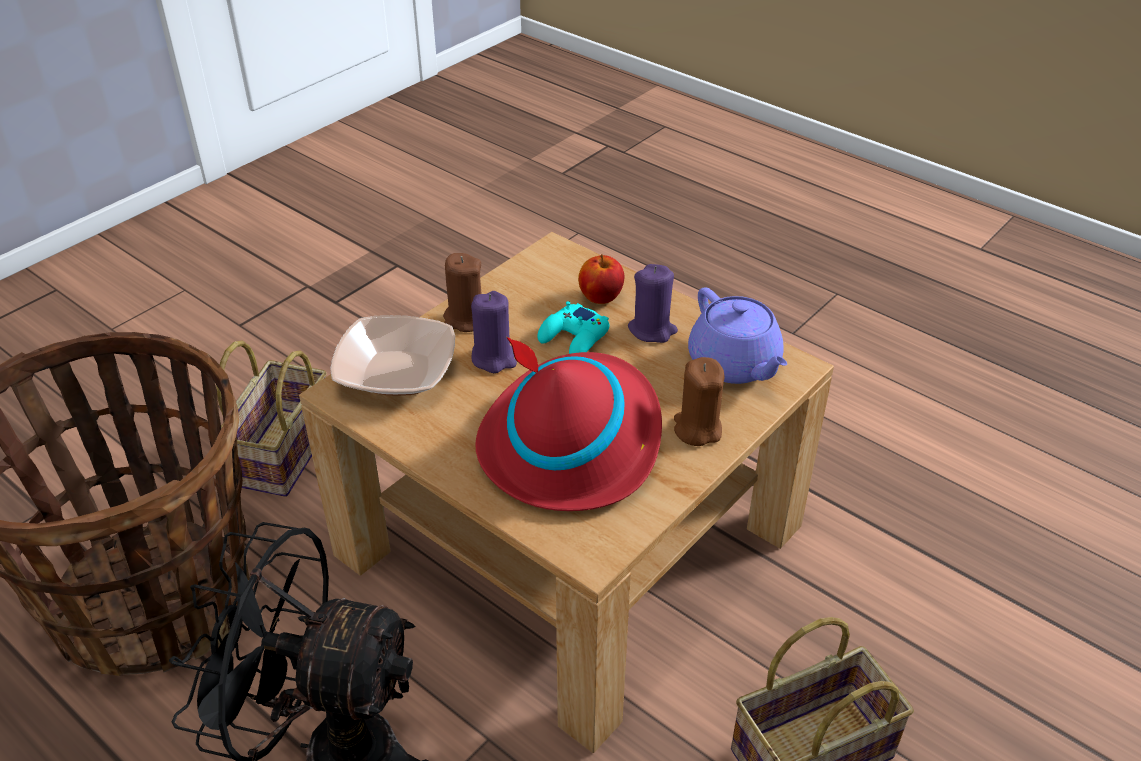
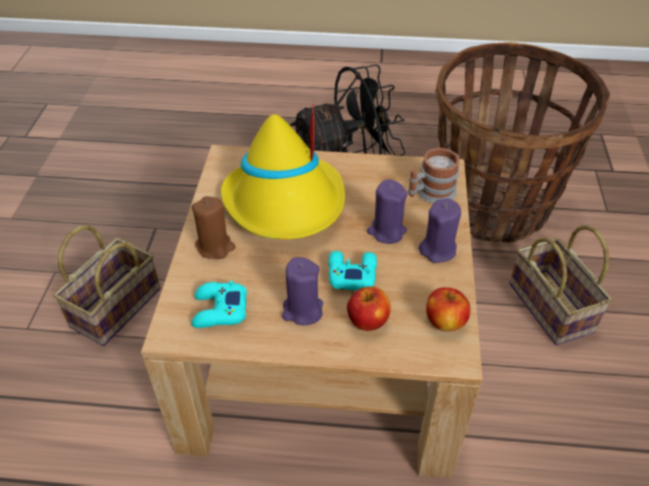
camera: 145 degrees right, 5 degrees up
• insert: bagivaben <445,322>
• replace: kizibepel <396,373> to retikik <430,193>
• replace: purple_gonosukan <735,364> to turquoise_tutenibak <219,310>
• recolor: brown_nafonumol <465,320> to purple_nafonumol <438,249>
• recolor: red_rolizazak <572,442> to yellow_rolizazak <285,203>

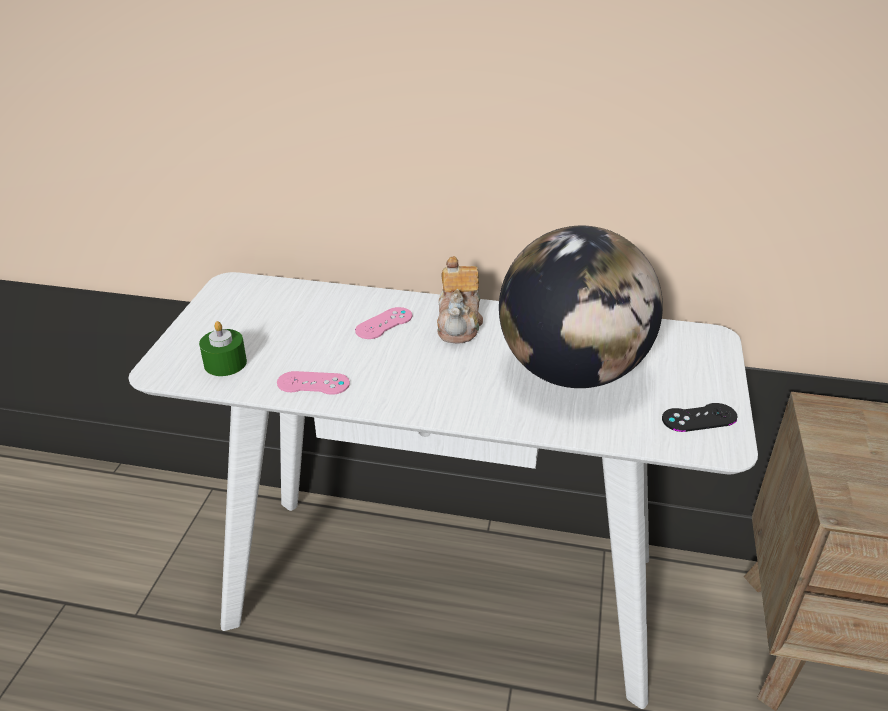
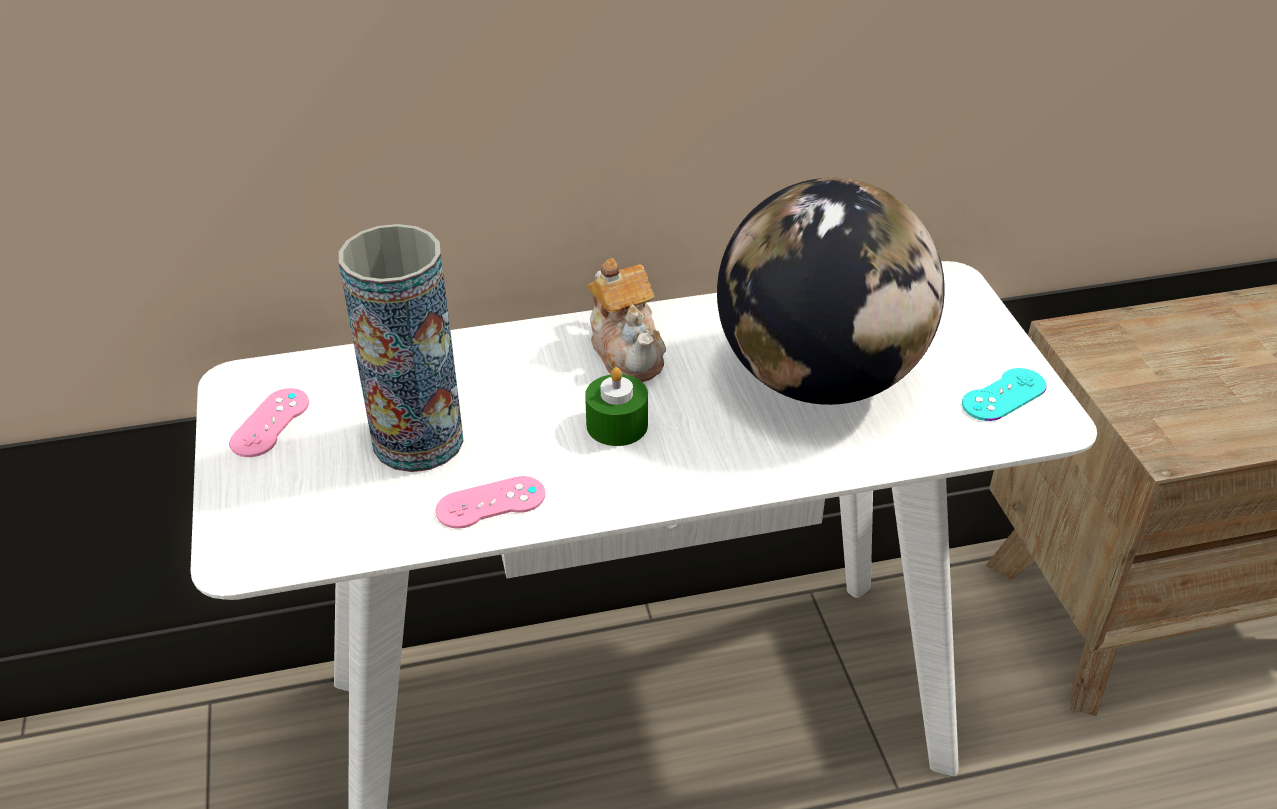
camera: 25 degrees left, 5 degrees up
• insert: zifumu <418,440>
• move: green_nafonumol <225,363> to <617,425>
• move: pink_tutenibak <384,323> to <270,423>
• recolor: black_tutenibak <699,418> to turquoise_tutenibak <1004,395>

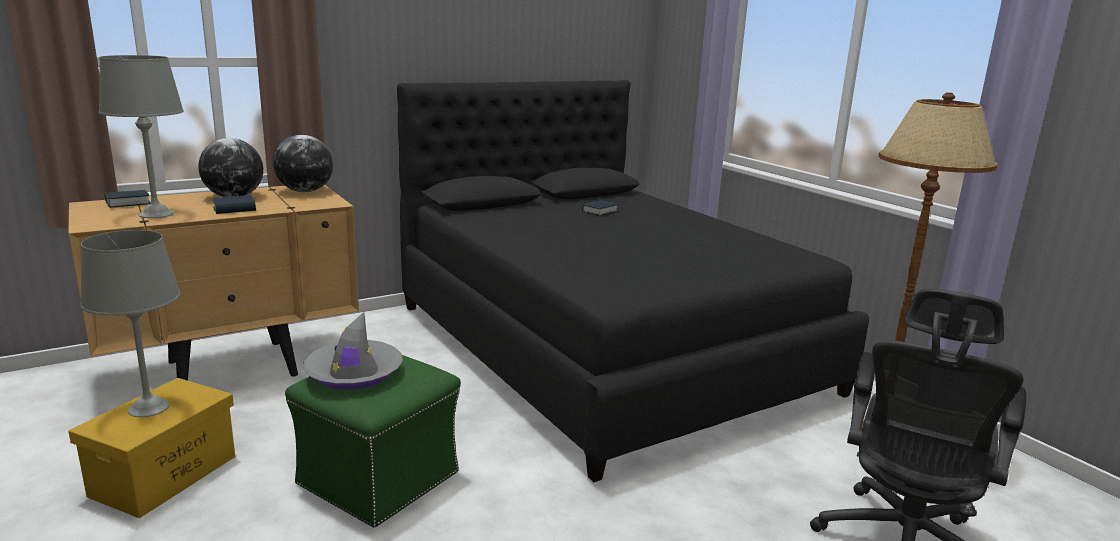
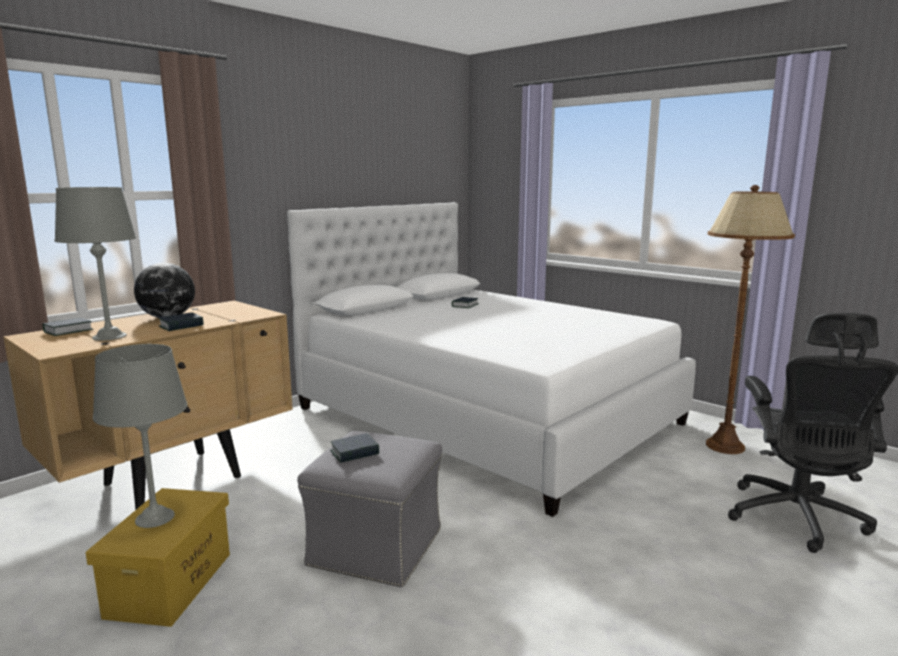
camera: 15 degrees left, 5 degrees down
• delete: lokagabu <306,191>
• replace: grey_rolizazak <354,373> to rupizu <354,453>
• recolor: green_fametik <380,477> to grey_fametik <376,546>
• recolor: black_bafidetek <605,347> to white_bafidetek <487,415>

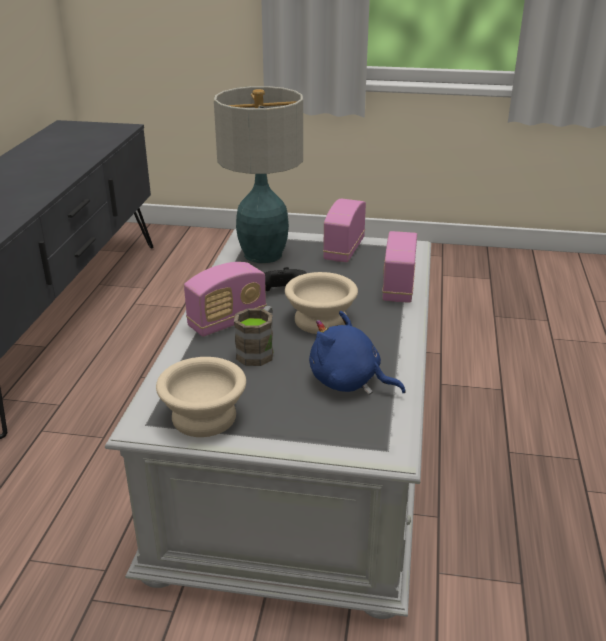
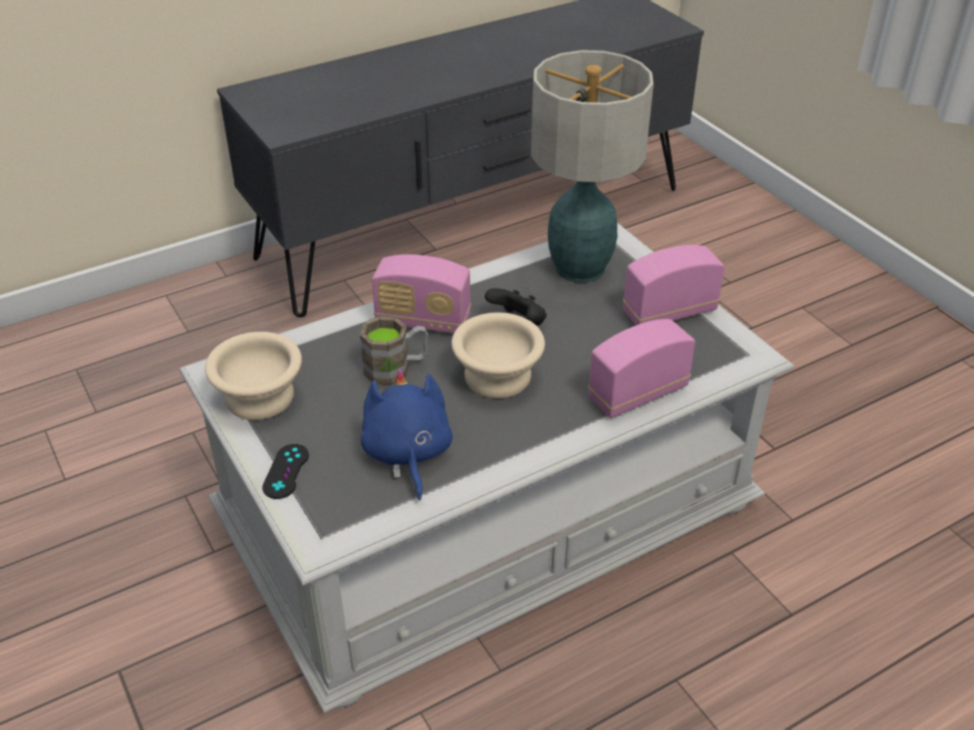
camera: 50 degrees right, 10 degrees up
• insert: black_tutenibak <286,471>

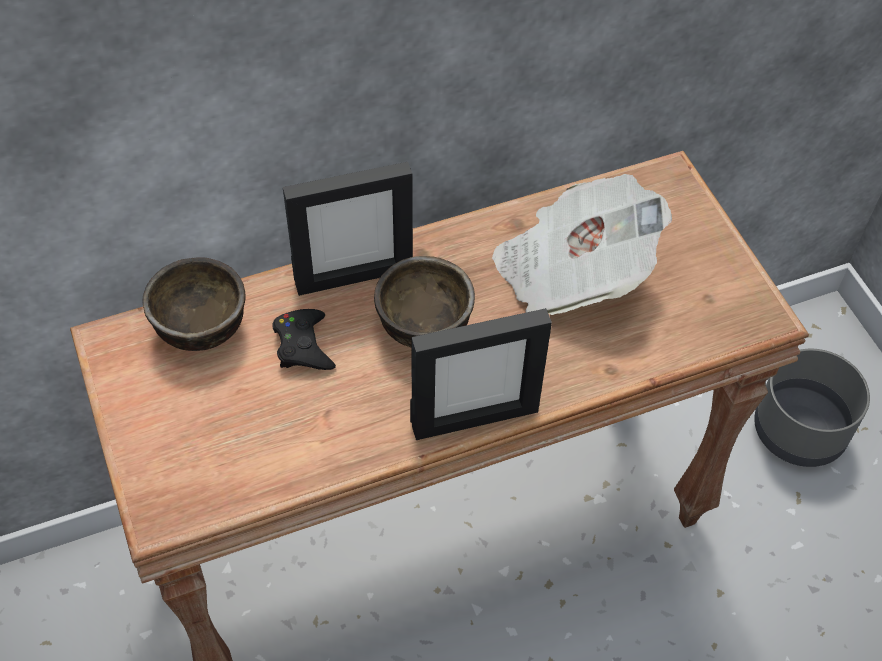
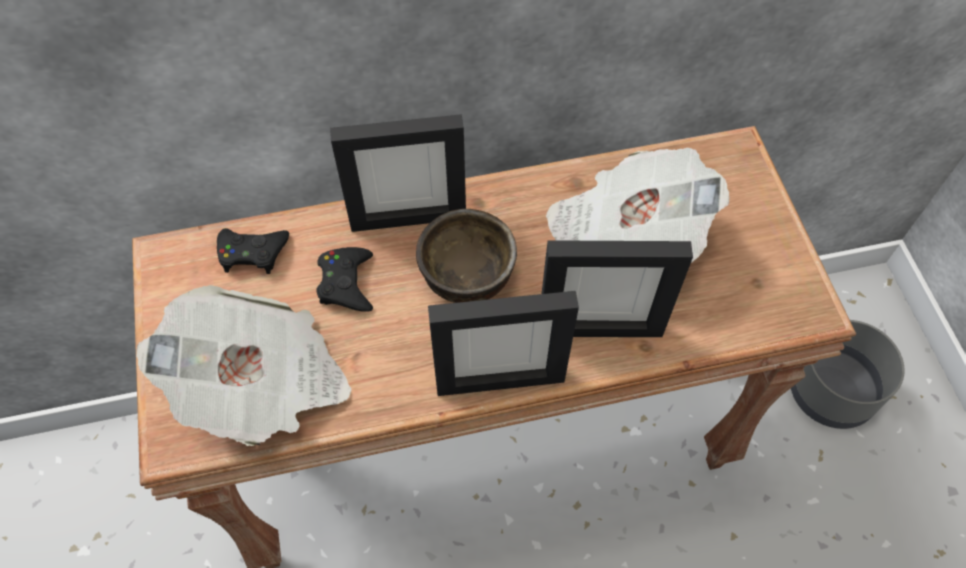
camera: 10 degrees right, 5 degrees up
• insert: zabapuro <262,383>
• insert: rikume <599,327>
• replace: brown_kizibepel <200,327> to black_tutenibak <252,253>

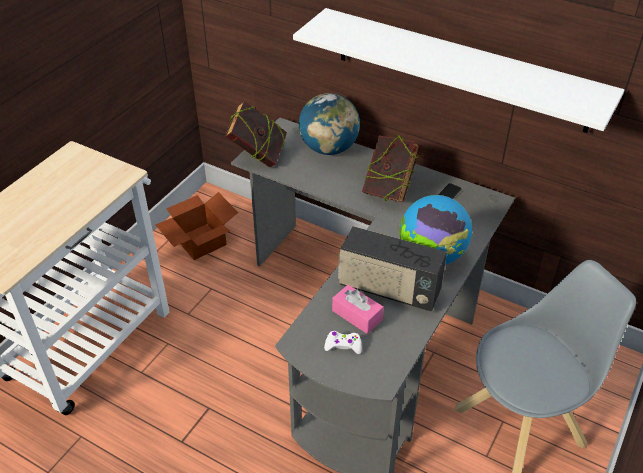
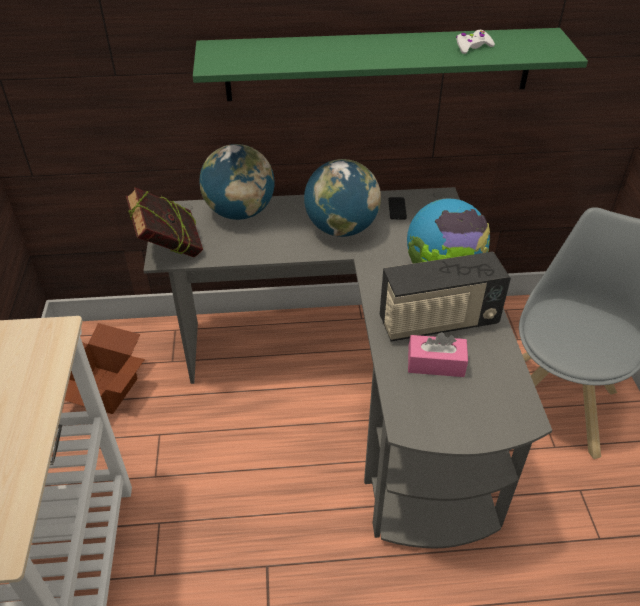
camera: 35 degrees left, 0 degrees up
• move: white_tutenibak <343,345> to <472,47>
• replace: rupizu <389,191> to lokagabu <341,228>
• recolor: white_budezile <460,69> to green_budezile <379,64>

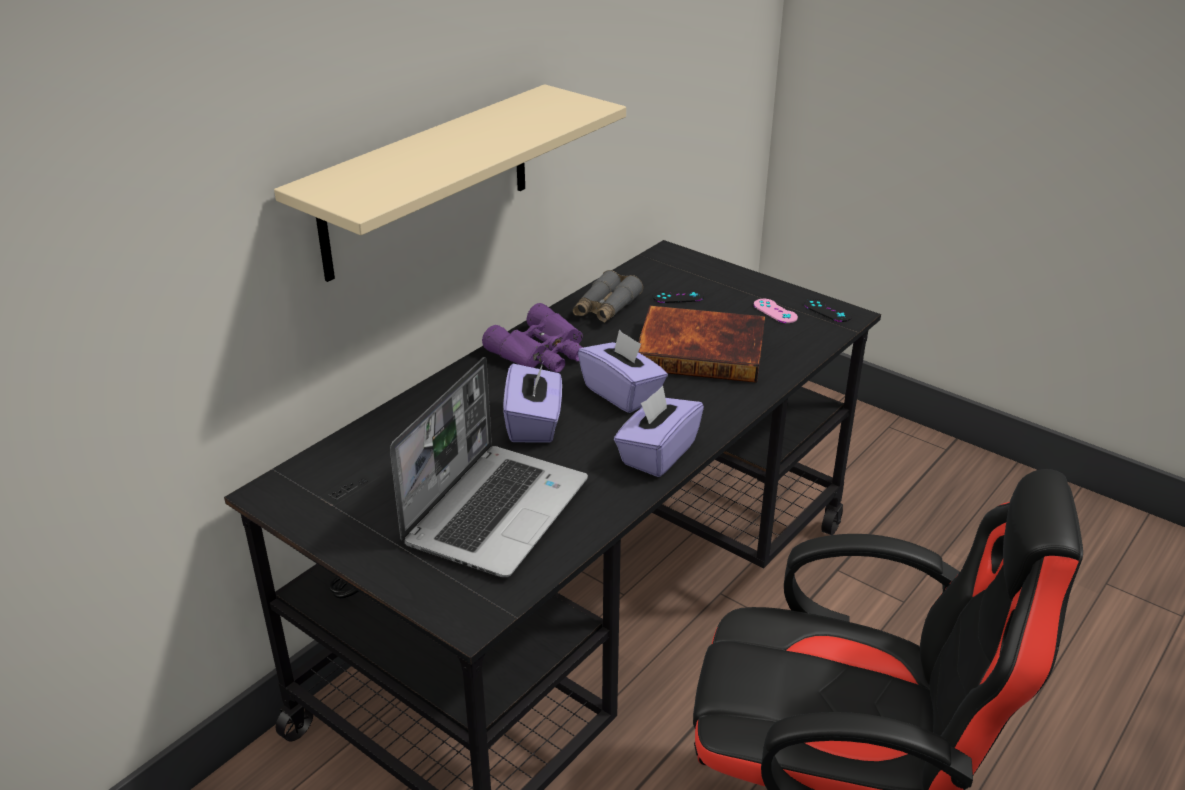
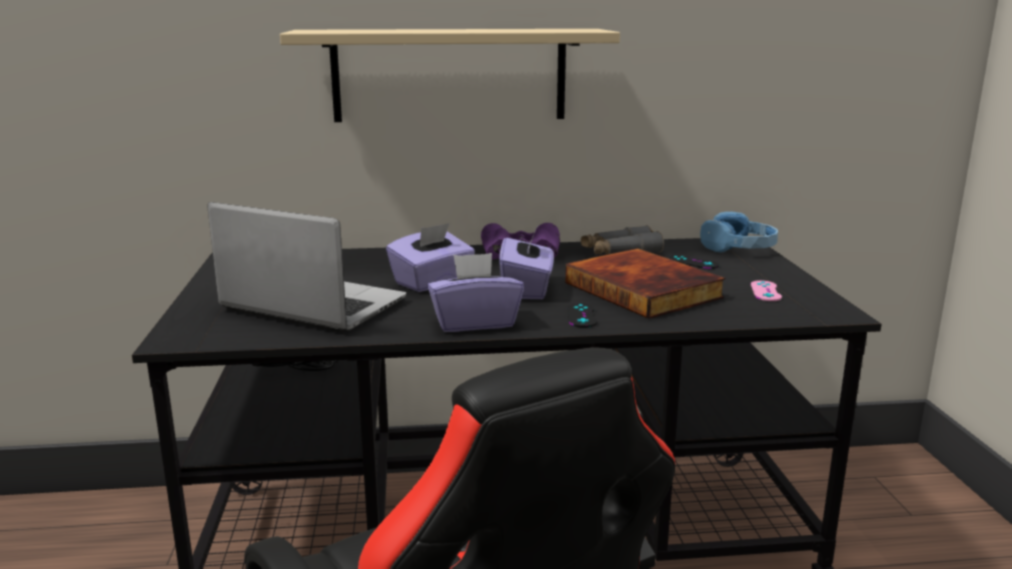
camera: 45 degrees right, 15 degrees down
• insert: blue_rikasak <739,248>
• move: black_tutenibak <827,310> to <581,316>
• rotate: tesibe <496,510> = <311,306> 135 degrees counterclockwise

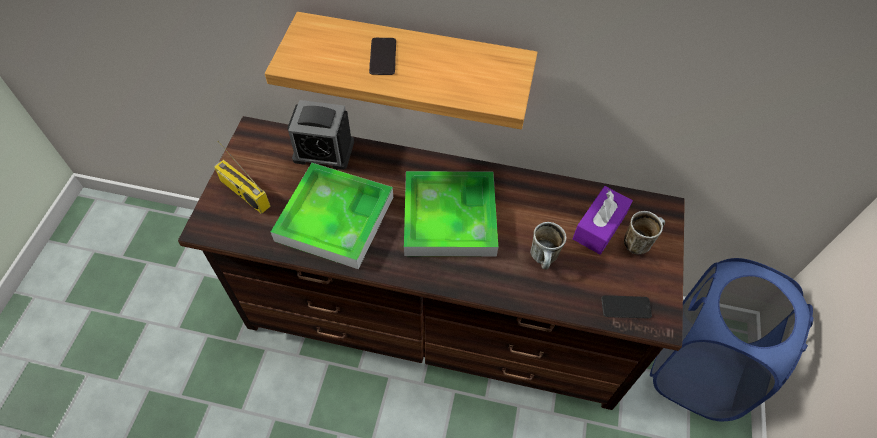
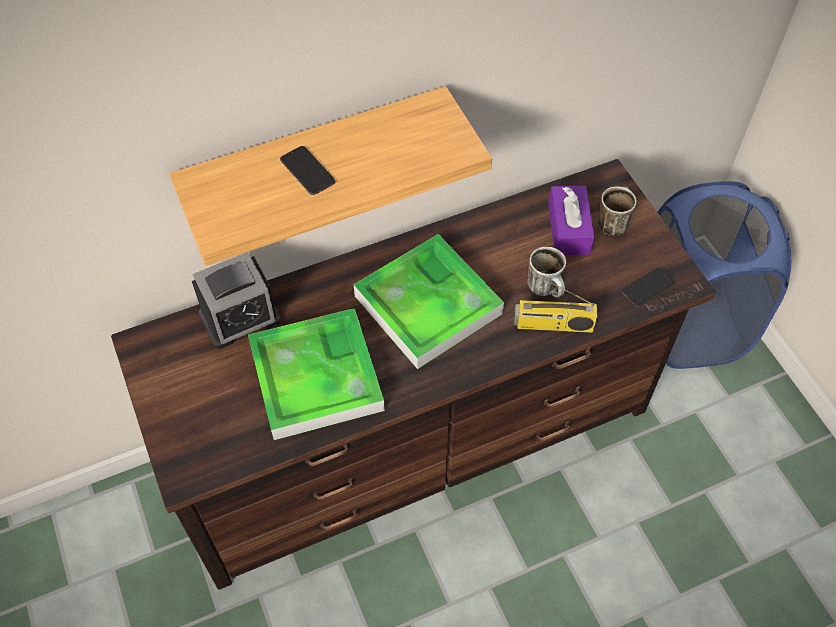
camera: 35 degrees left, 0 degrees up
• move: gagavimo <243,193> to <552,325>

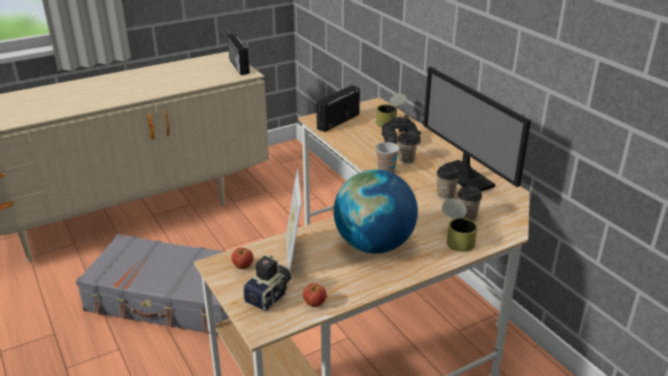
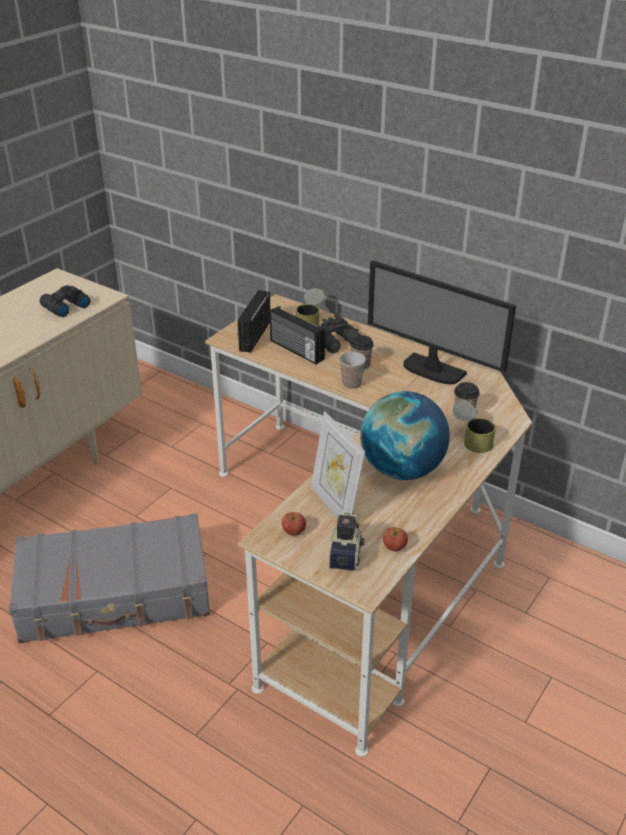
camera: 25 degrees left, 5 degrees up
• delete: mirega <445,194>
• insert: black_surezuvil <64,307>
• move: gagavimo <238,66> to <296,350>

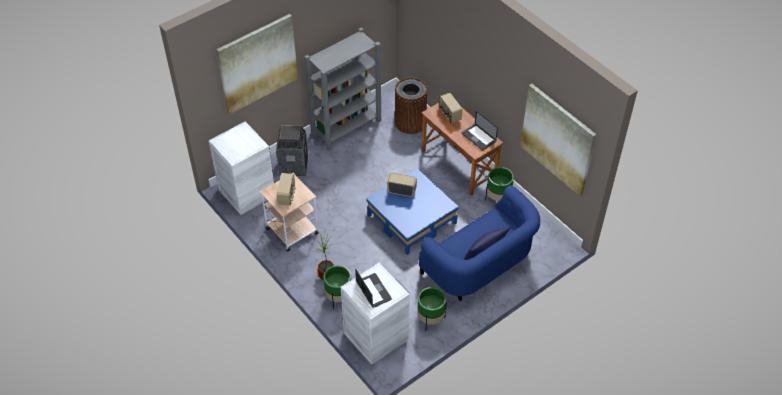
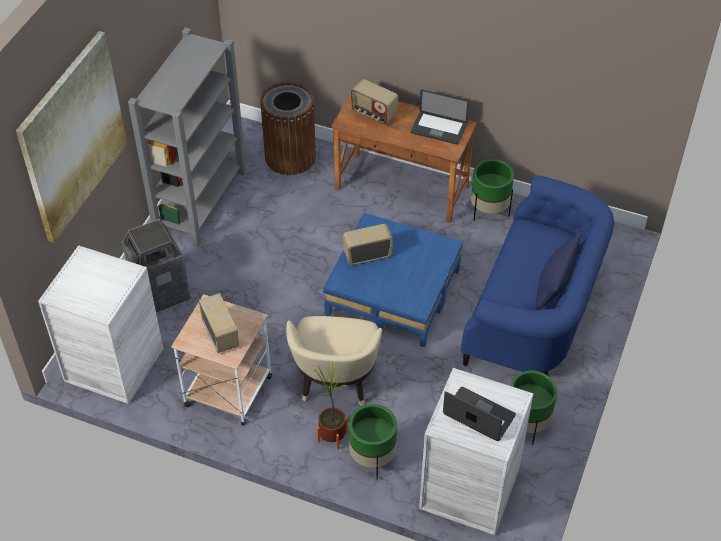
camera: 30 degrees left, 0 degrees up
• delete: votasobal <557,139>
• insert: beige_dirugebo <335,382>

